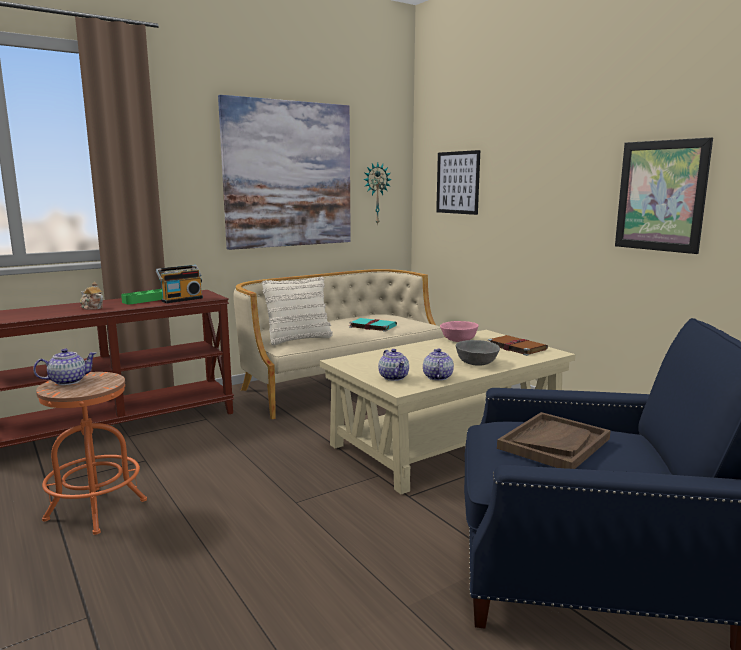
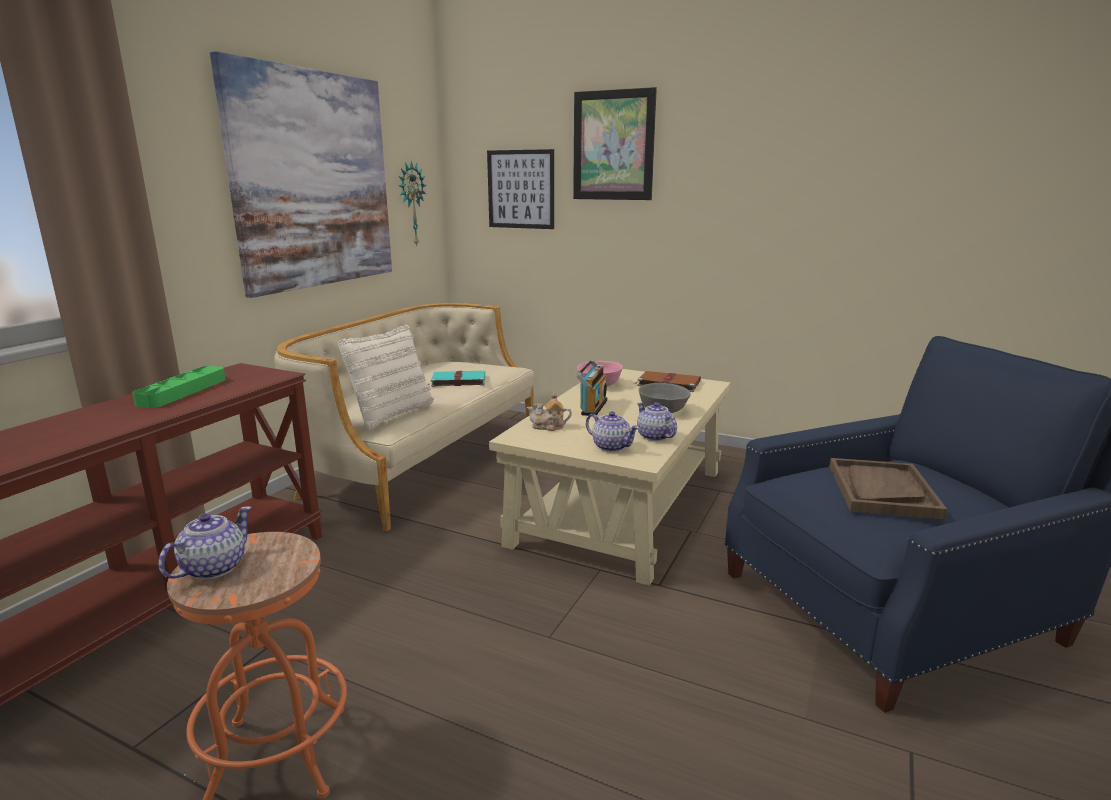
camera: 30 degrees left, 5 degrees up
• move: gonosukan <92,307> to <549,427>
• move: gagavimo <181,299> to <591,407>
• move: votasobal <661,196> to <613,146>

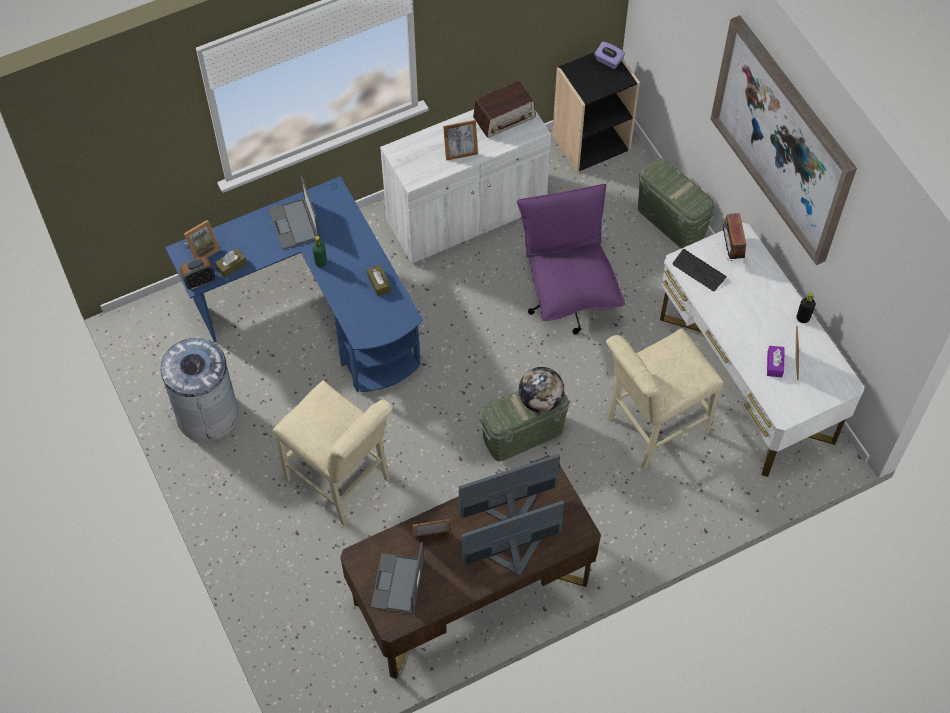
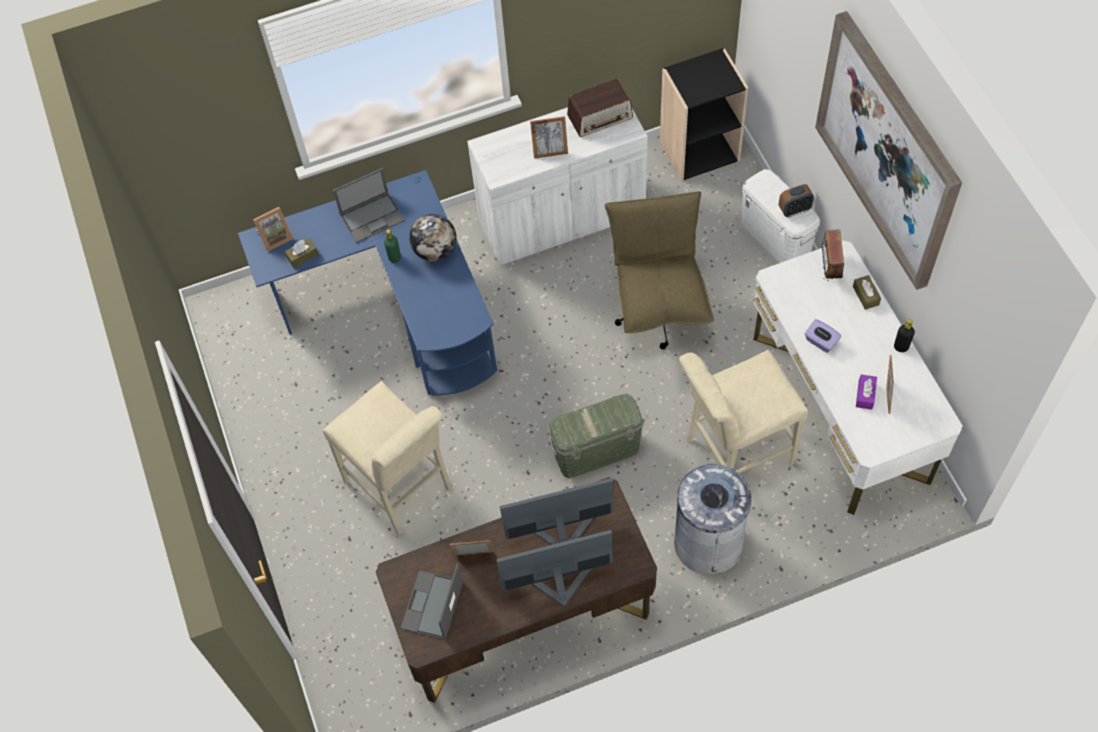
camera: 10 degrees right, 0 degrees up
• delete: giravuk <698,271>
• move: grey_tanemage <208,414> to <708,542>
• move: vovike <200,281> to <794,210>
• move: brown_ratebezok <379,283> to <865,295>
• move: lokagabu <540,400> to <435,251>
• move: purple_ratebezok <608,61> to <821,342>
• recolor: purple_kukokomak <568,298> to beige_kukokomak <659,311>
• recolor: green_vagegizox <671,221> to white_vagegizox <776,236>
• rotate: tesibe <294,224> = <372,217> 105 degrees counterclockwise

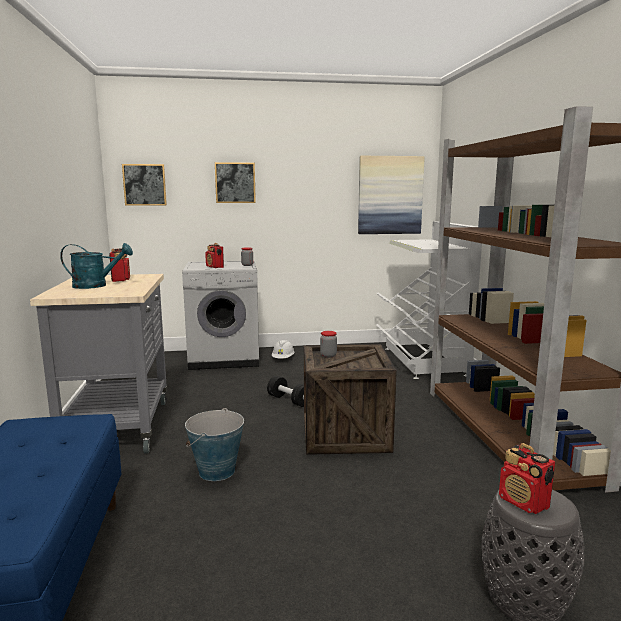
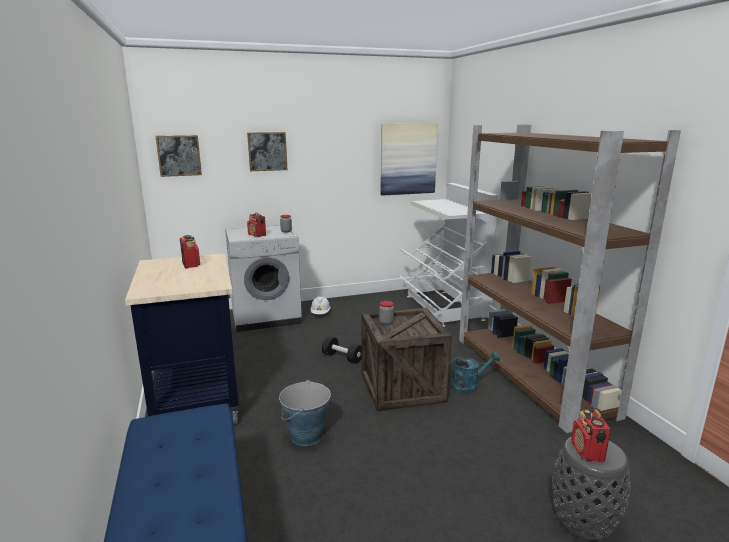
camera: 10 degrees left, 5 degrees up
• move: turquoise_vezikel <96,285> to <469,385>
• recolor: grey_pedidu <117,427> to blue_pedidu <196,400>
• rotate: gagavimo <524,503> = <587,452> 45 degrees clockwise

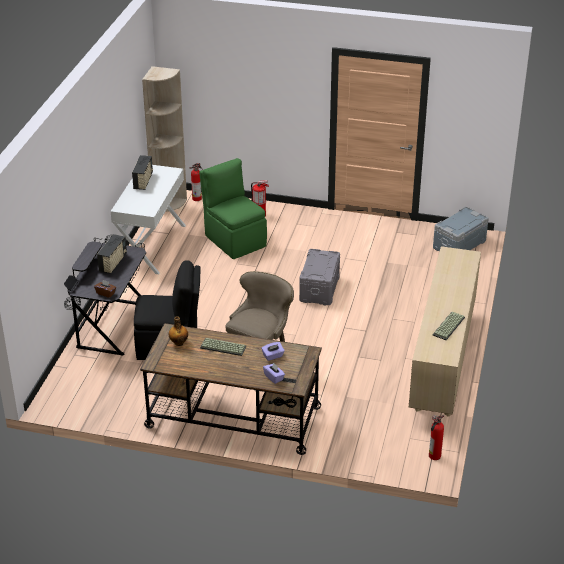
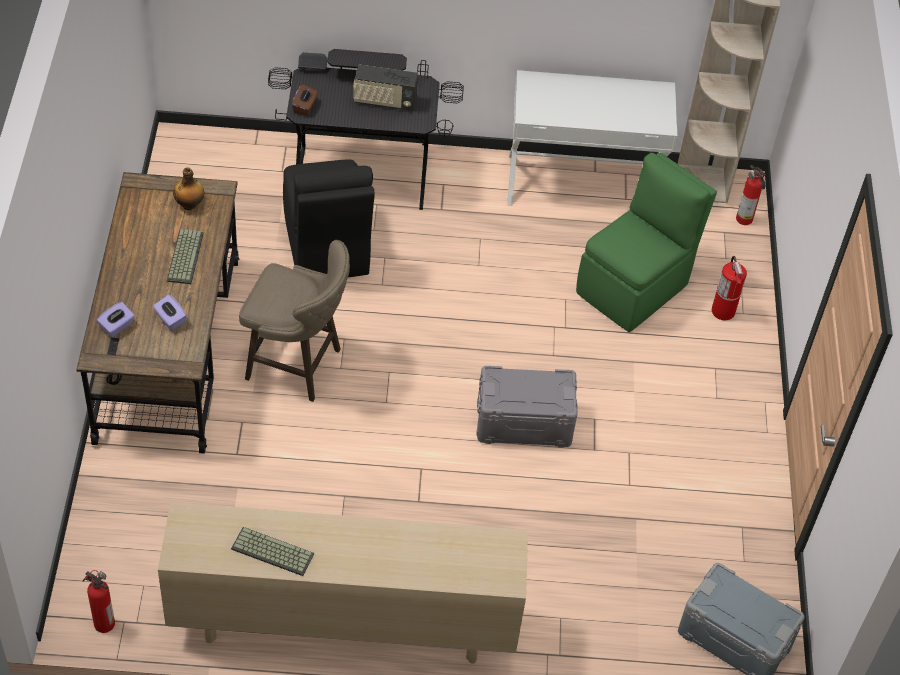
camera: 75 degrees right, 15 degrees up
• delete: gagavimo <143,181>

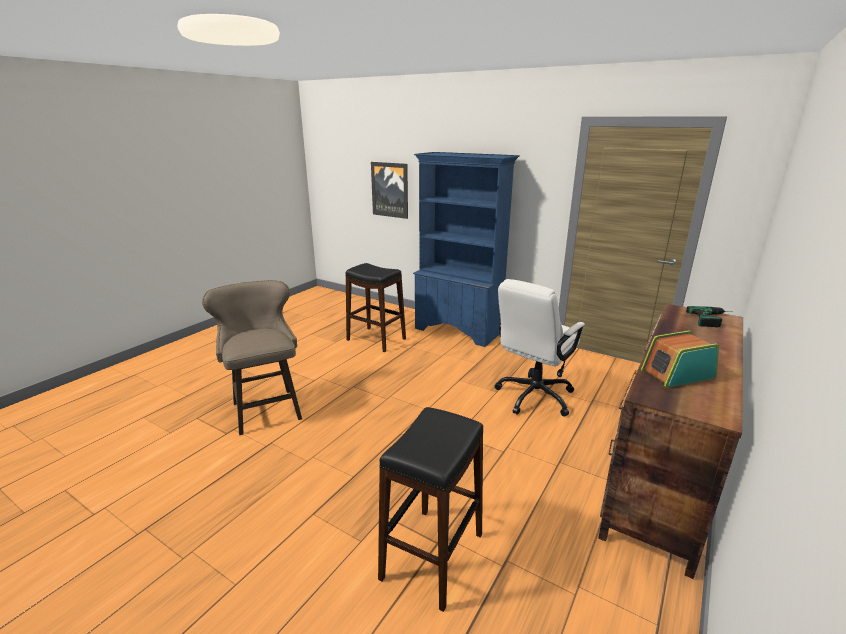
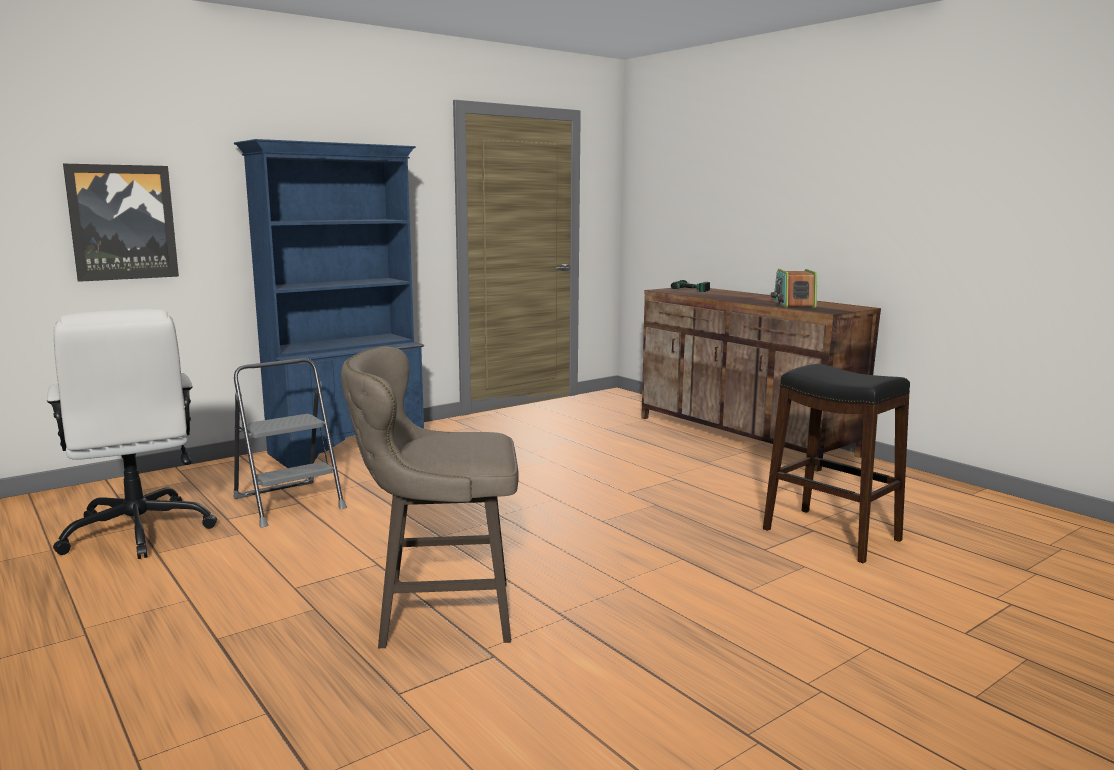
camera: 70 degrees left, 10 degrees down
• move: white_kukokomak <533,398> to <139,535>
• replace: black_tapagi <376,339> to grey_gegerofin <288,501>

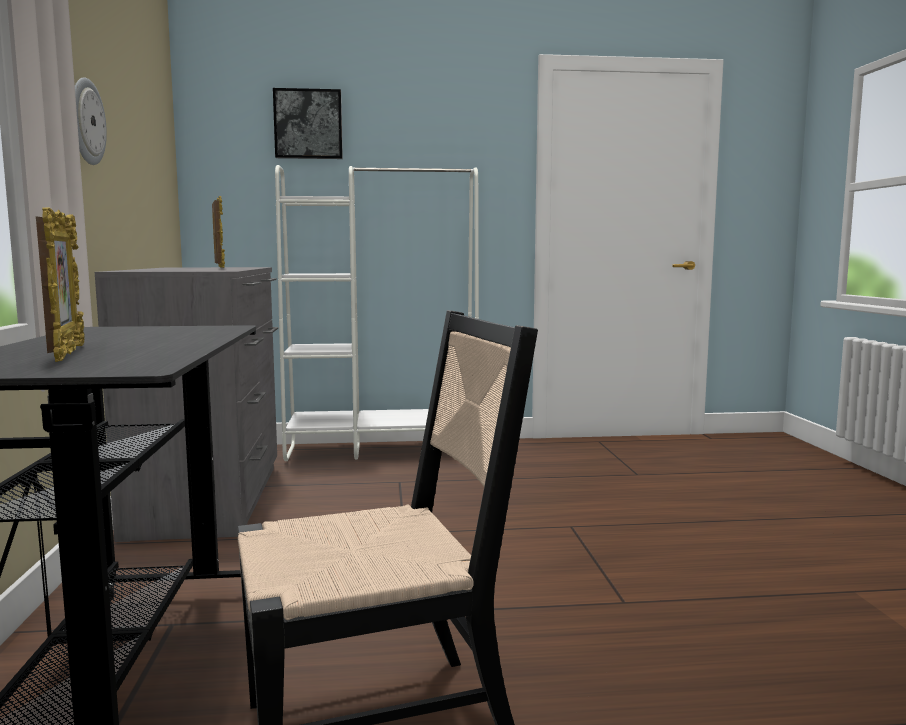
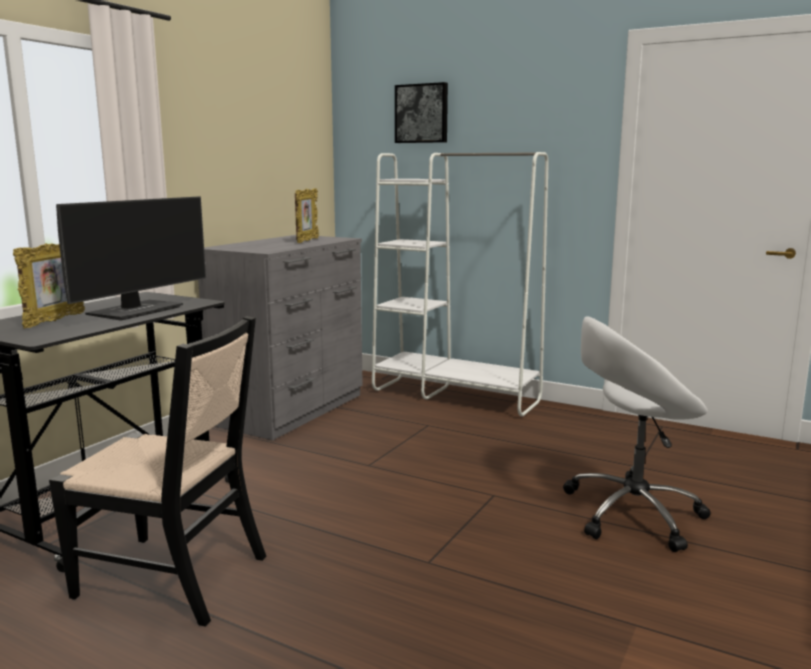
camera: 35 degrees right, 5 degrees up
• delete: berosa <86,122>
• insert: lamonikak <137,310>
• insert: white_kukokomak <629,513>

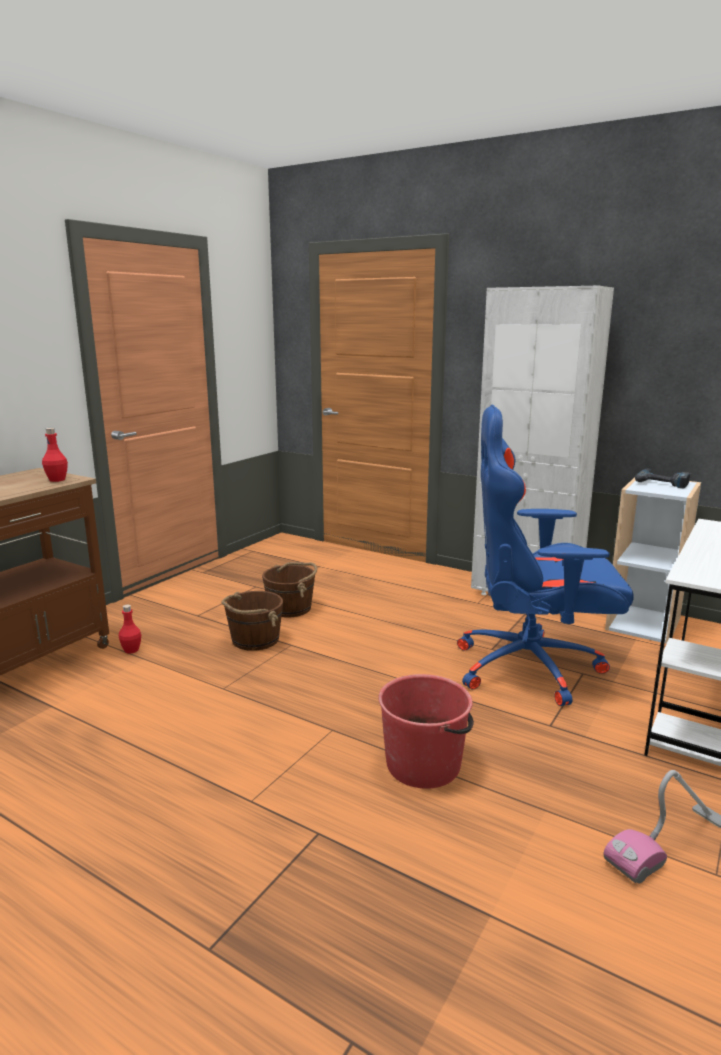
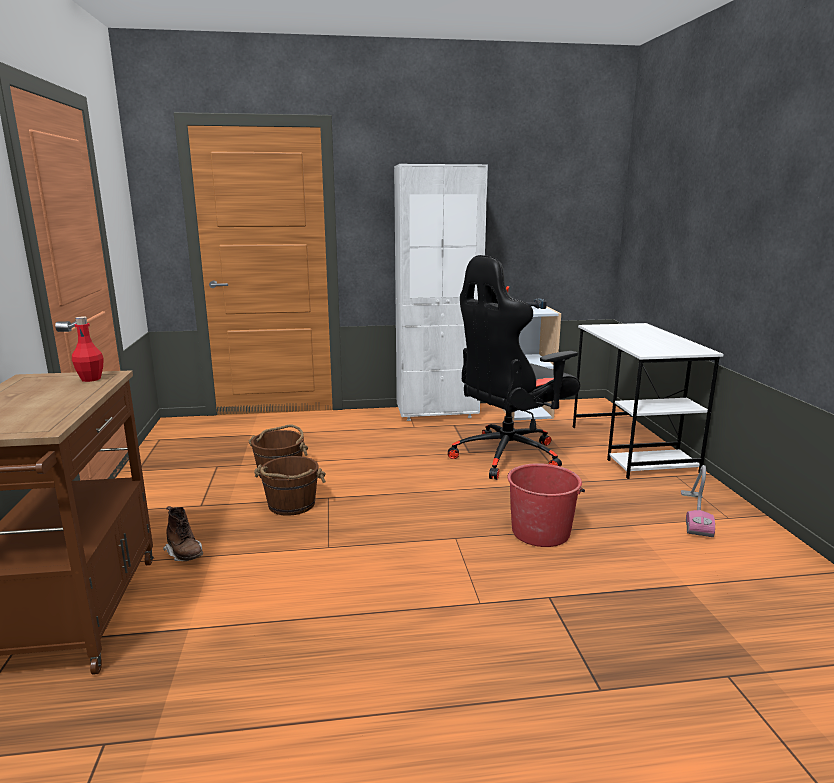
camera: 40 degrees left, 0 degrees up
• replace: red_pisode <131,650> to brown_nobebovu <185,554>
• recolor: blue_kukokomak <538,669> to black_kukokomak <513,454>

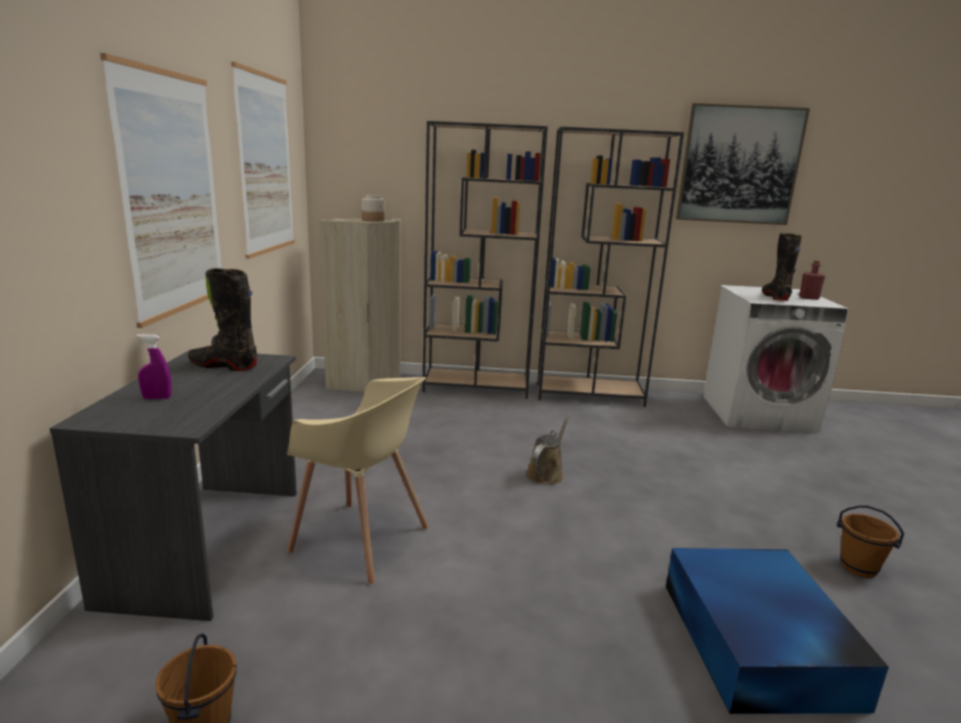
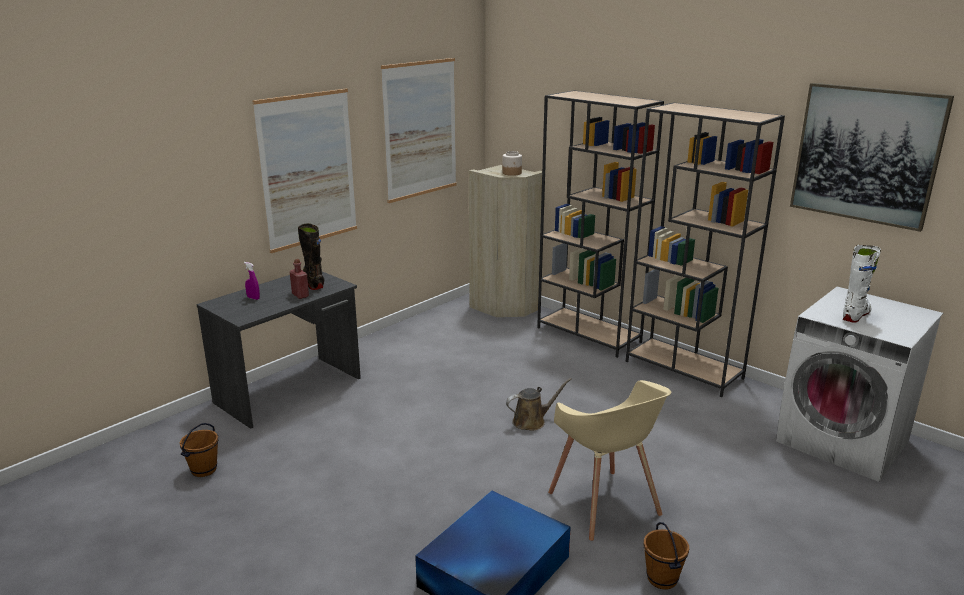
camera: 40 degrees right, 5 degrees up
• move: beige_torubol <361,541> to <604,505>
• move: red_pisode <809,298> to <300,295>
• recolor: black_nobebovu <775,297> to white_nobebovu <856,315>

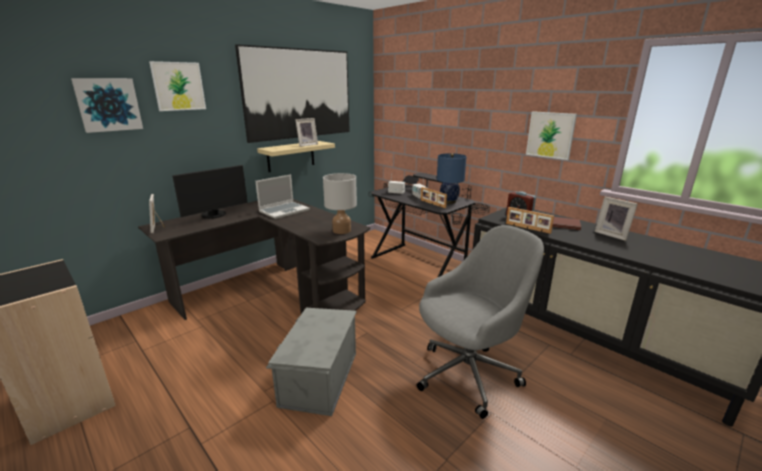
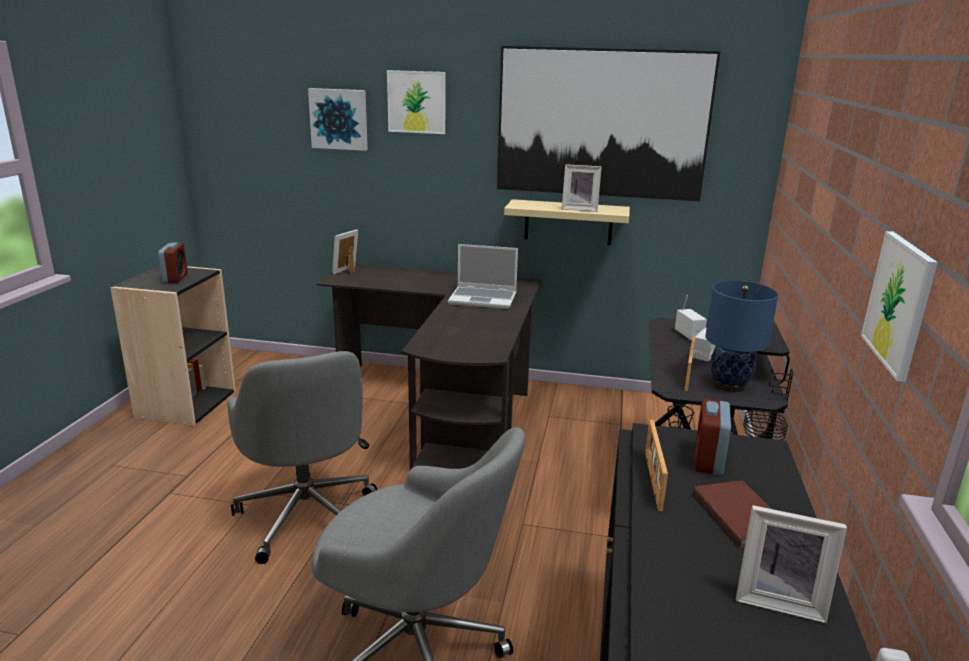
camera: 55 degrees right, 0 degrees up
• delete: lamonikak <215,215>
• delete: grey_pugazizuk <341,231>
• insert: vovike <175,278>
• replace: grey_vagegizox <318,378> to grey_kukokomak <307,518>
• rotate: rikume <612,235> = <779,600> 90 degrees counterclockwise

